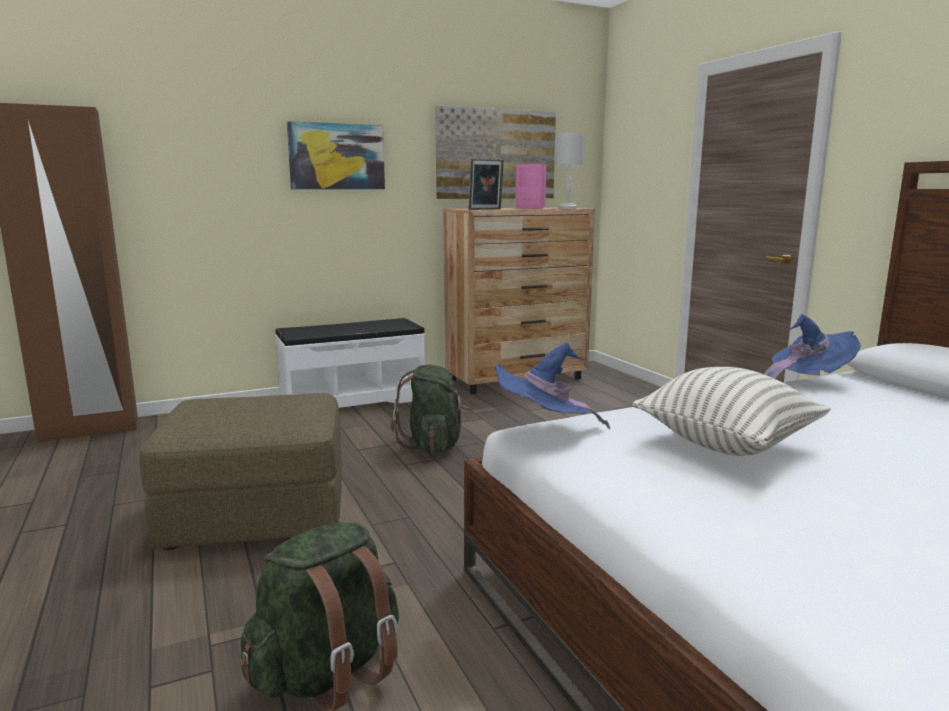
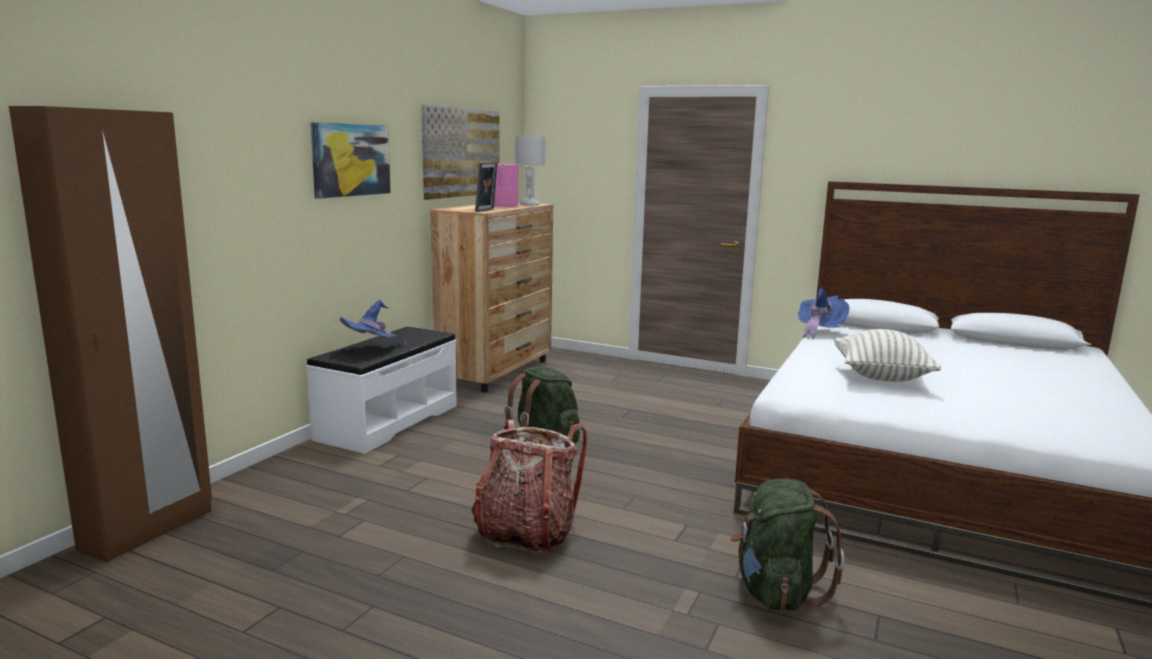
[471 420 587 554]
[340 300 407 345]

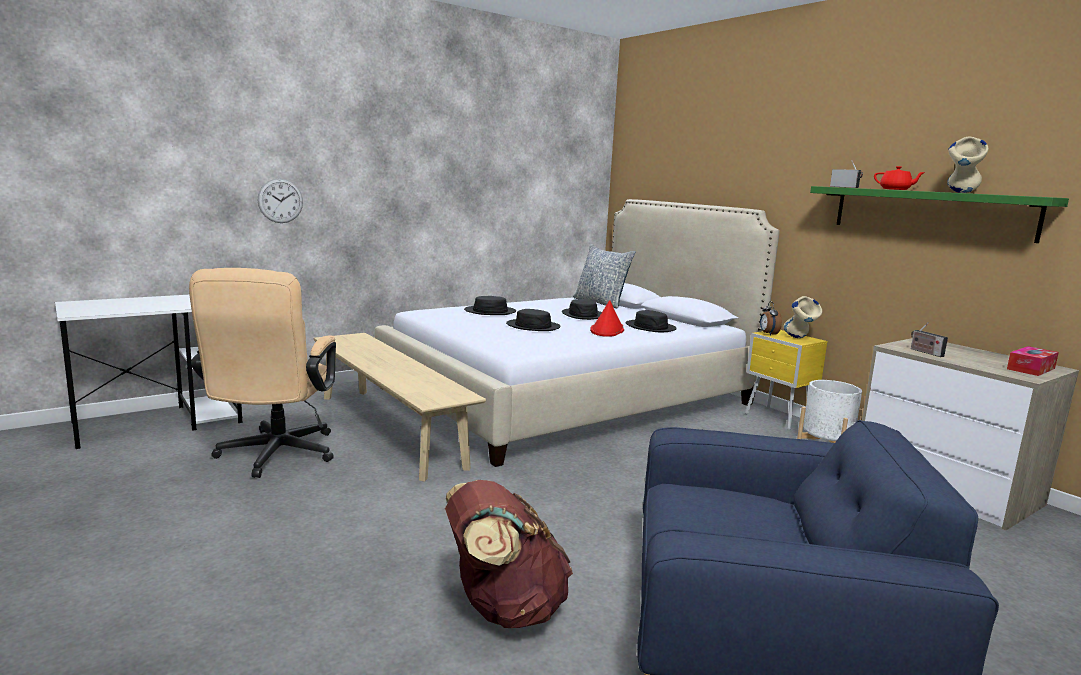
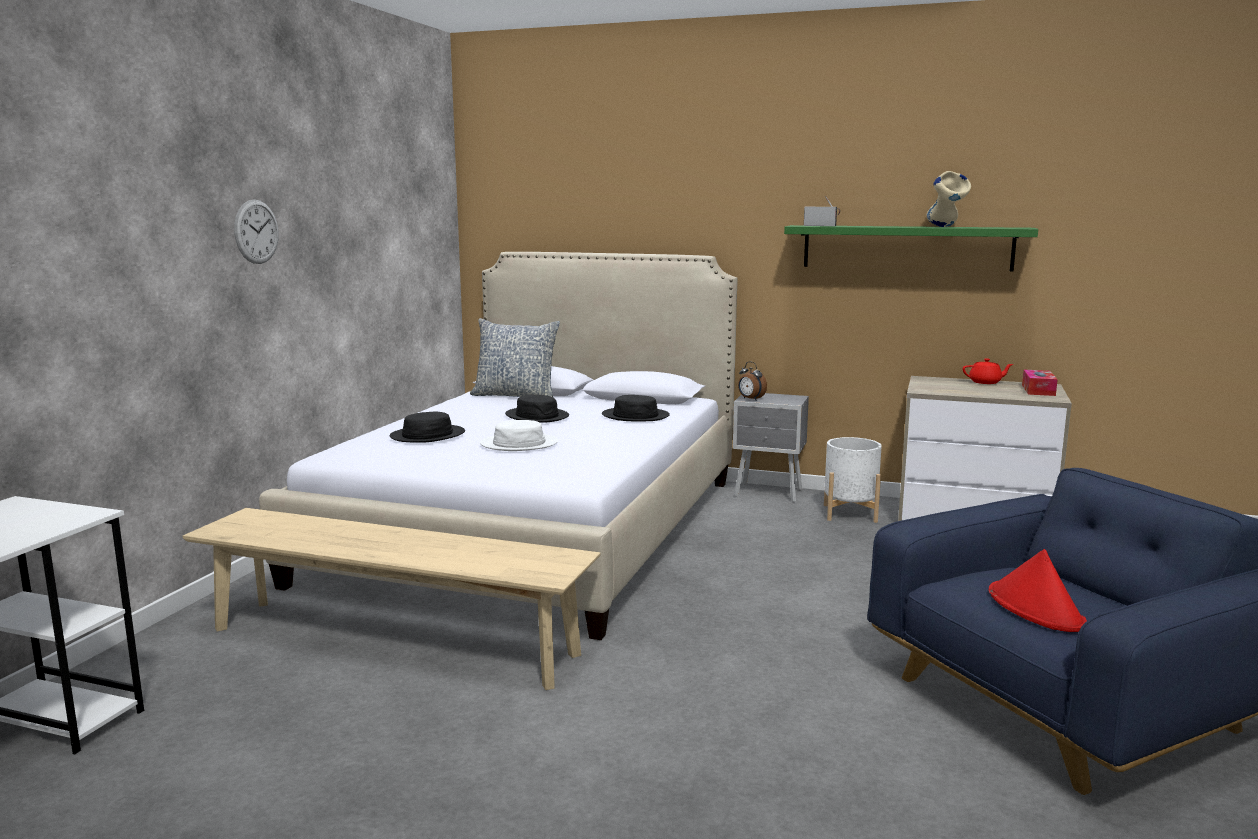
[189 268 336 478] (first image)
[234 200 279 264]
[445 480 573 628] (first image)
[480 420 558 451]
[989 549 1087 632]
[733 393 809 503]
[783 296 822 338] (first image)
[962 358 1013 384]
[911 322 948 357] (first image)

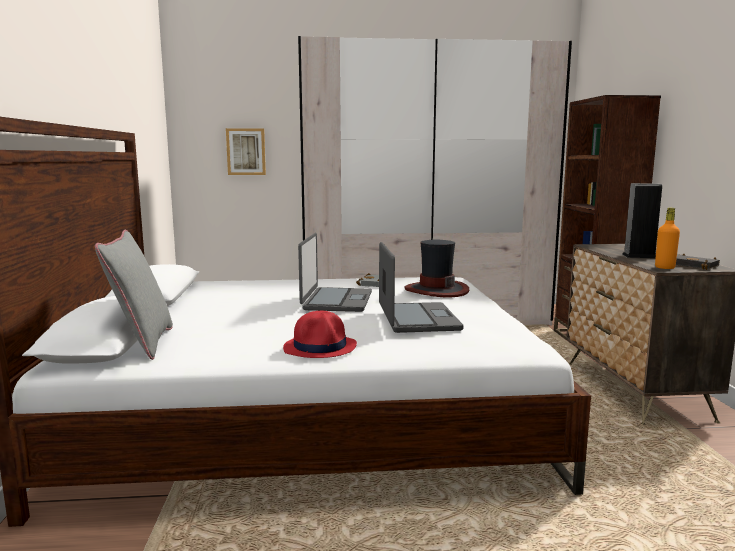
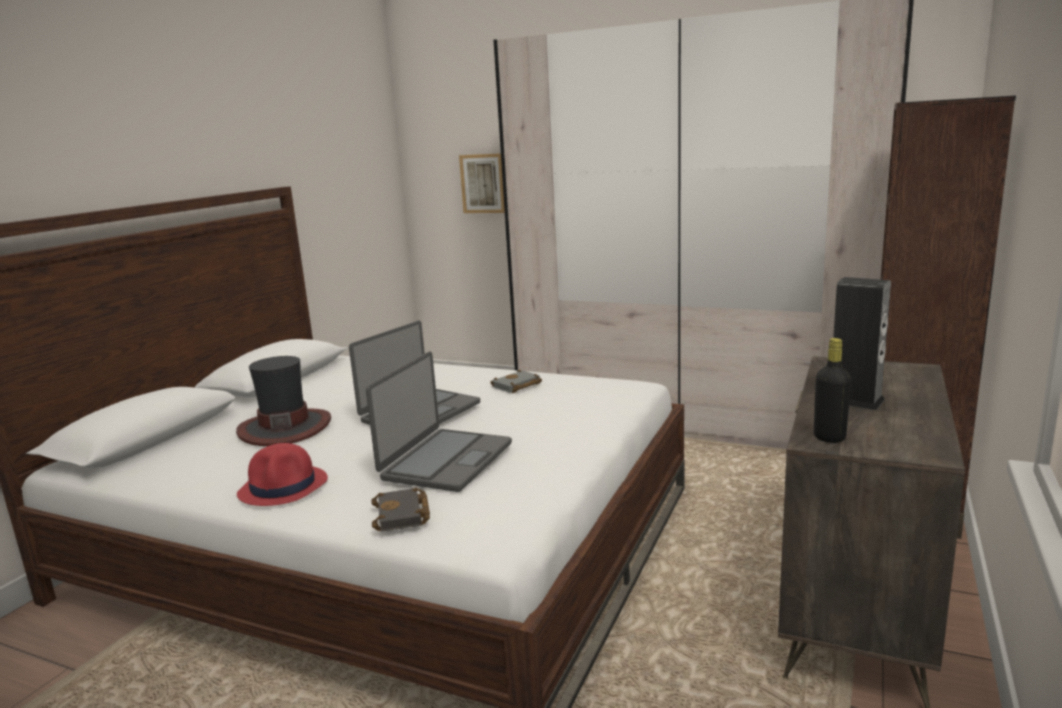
[95 230 173 360] (first image)
[236 356 331 446]
[814 338 851 443]
[371 488 430 532]

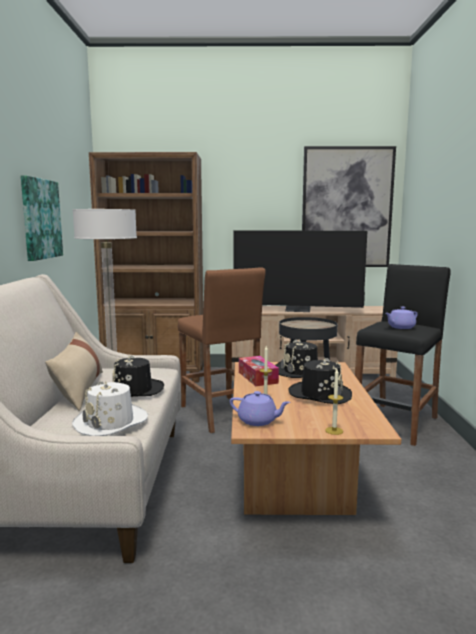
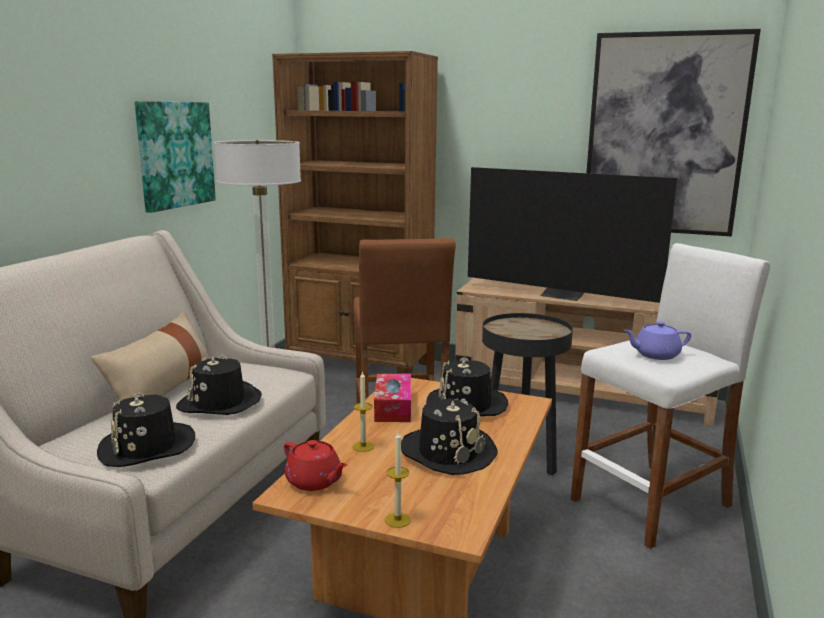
[97 393 195 467]
[284 440 347 491]
[571 243 770 549]

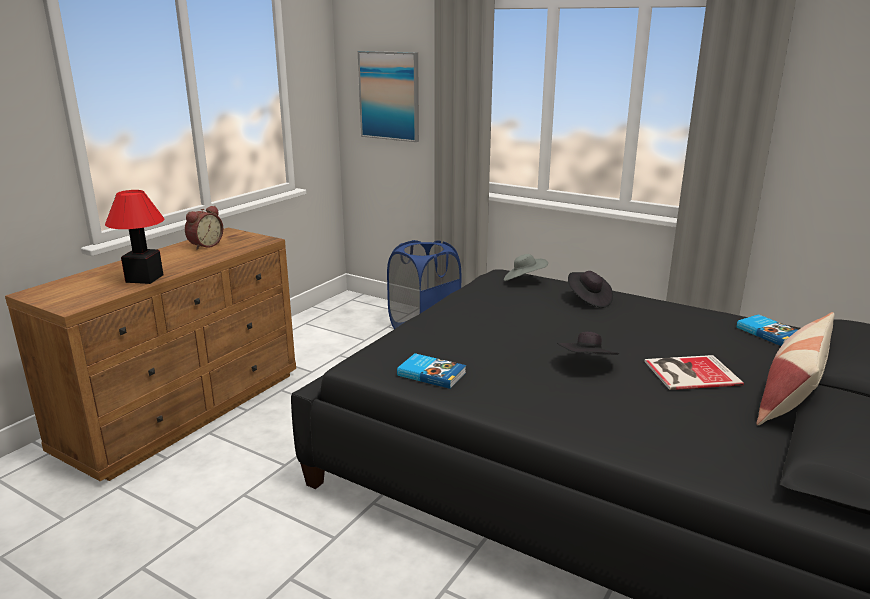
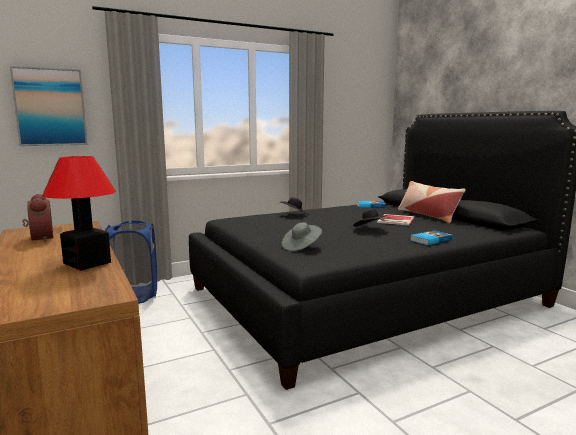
[410 230 453 245]
[282 222 322 251]

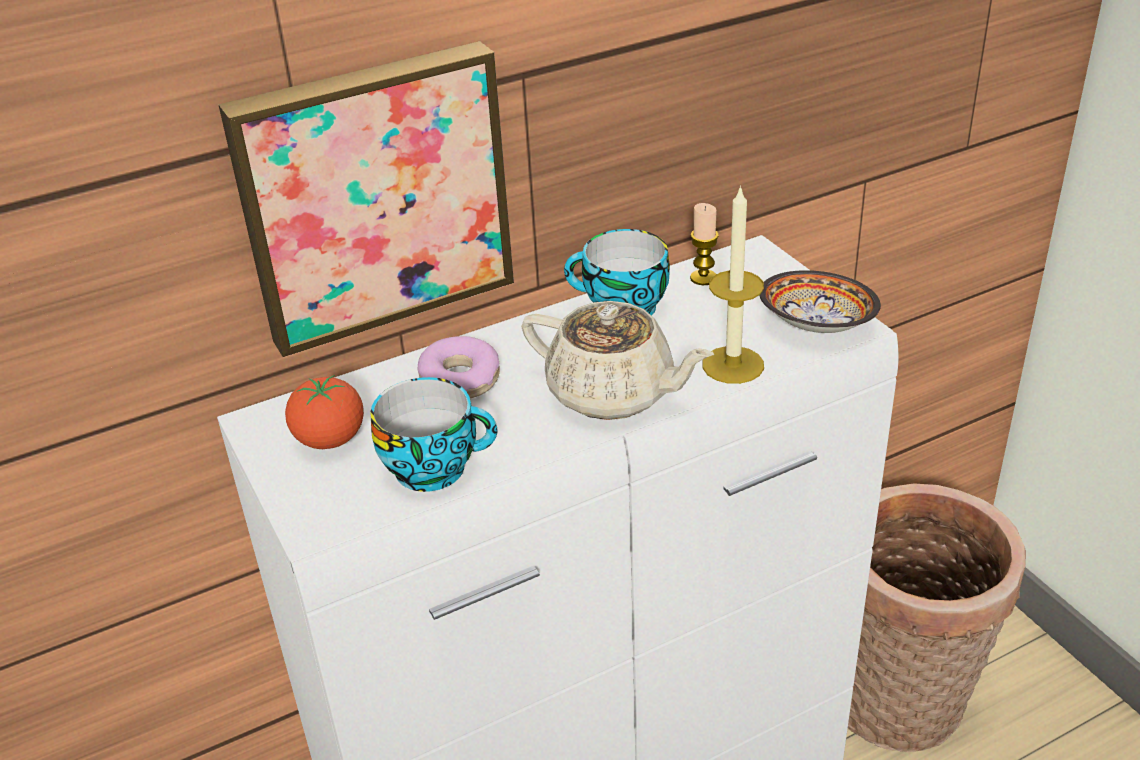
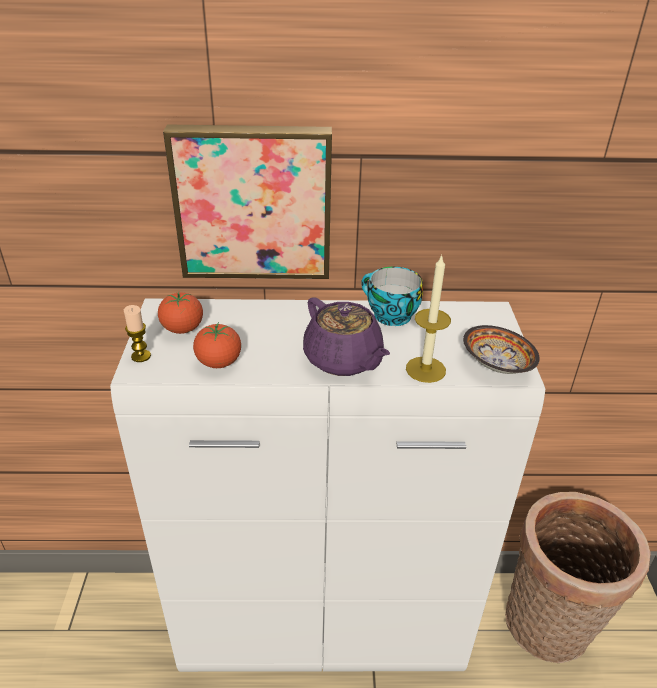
[193 322 241 368]
[418 336 500 398] (first image)
[303 298 390 376]
[124 305 151 362]

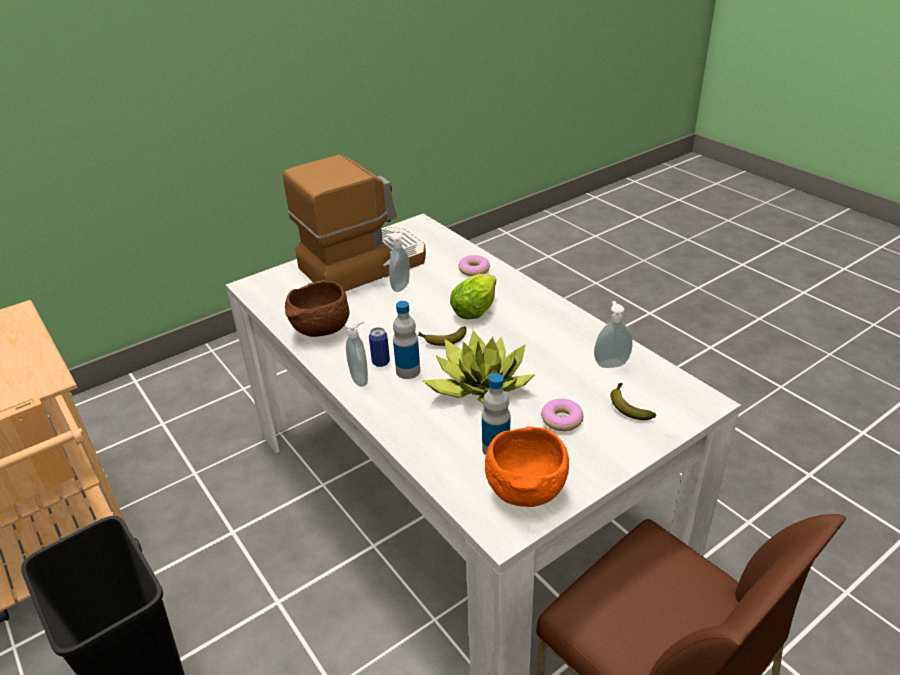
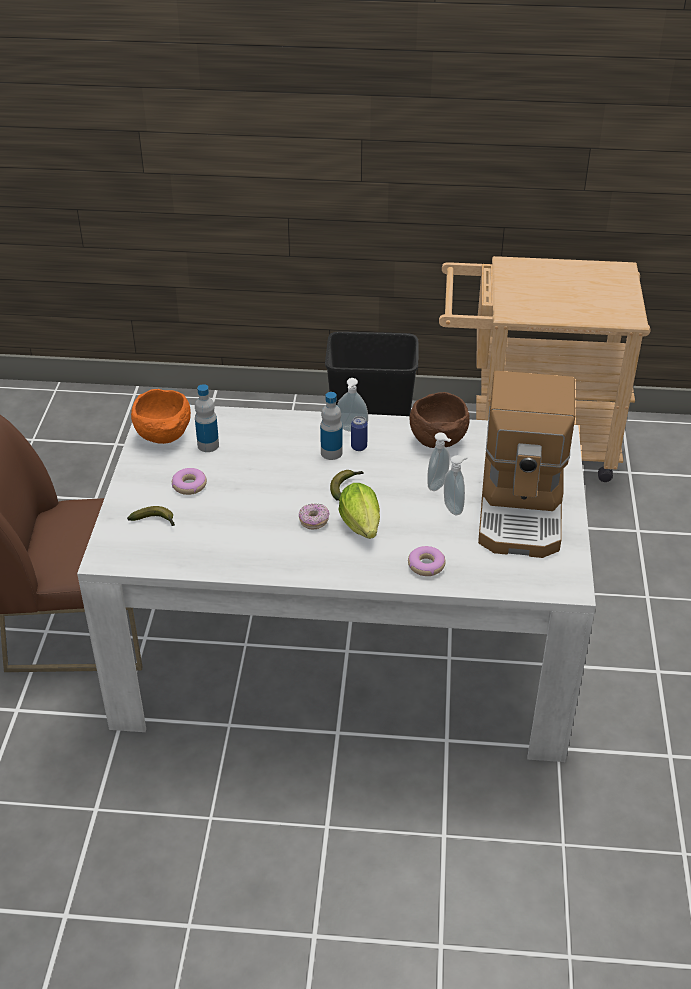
[423 331 535 404] (first image)
[427 432 451 491]
[299 504 330 529]

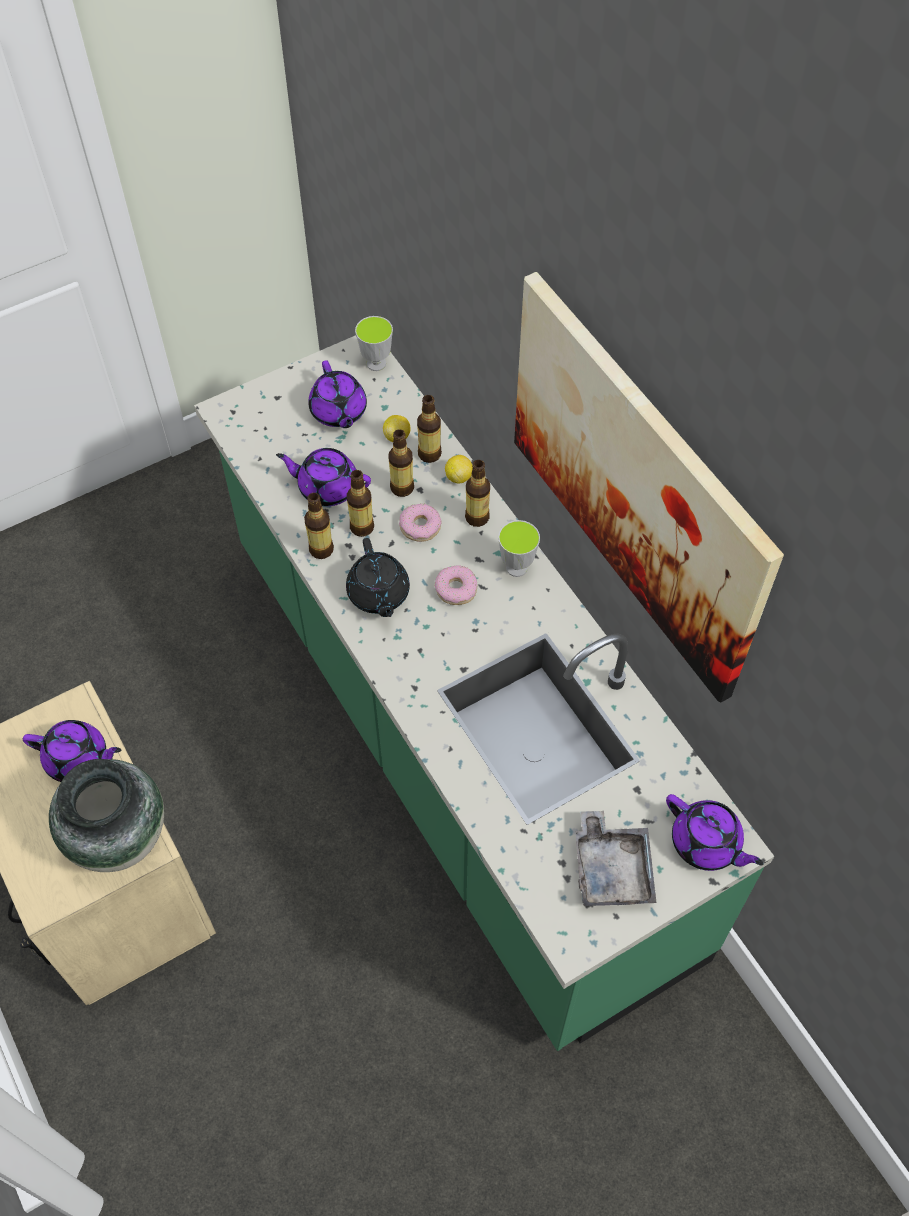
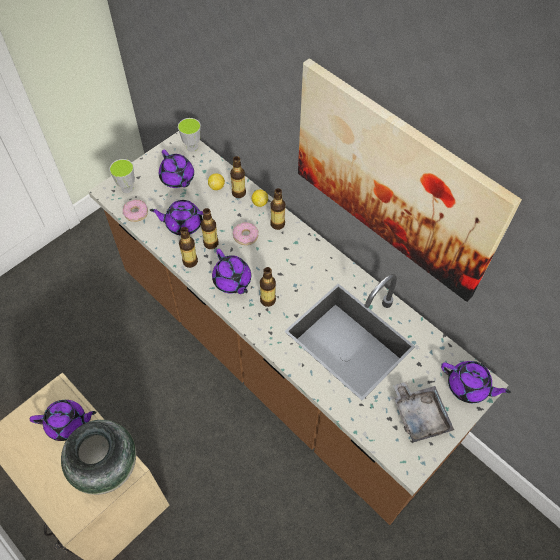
[88 131 509 525]
[212 249 251 294]
[260 267 276 307]
[123 200 148 222]
[109 159 135 193]

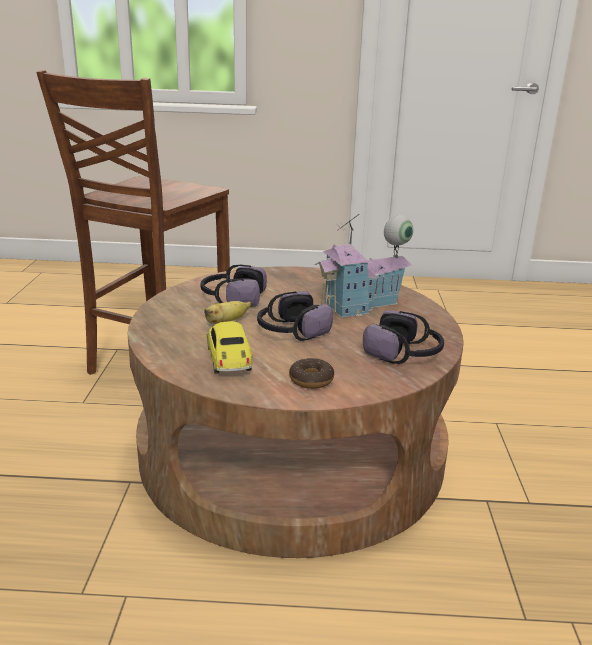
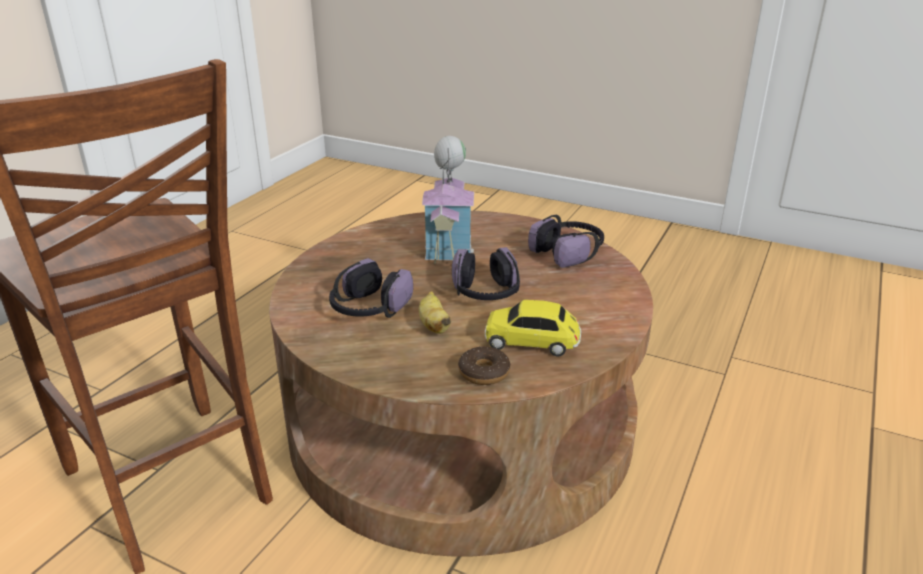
[458 346 510 385]

